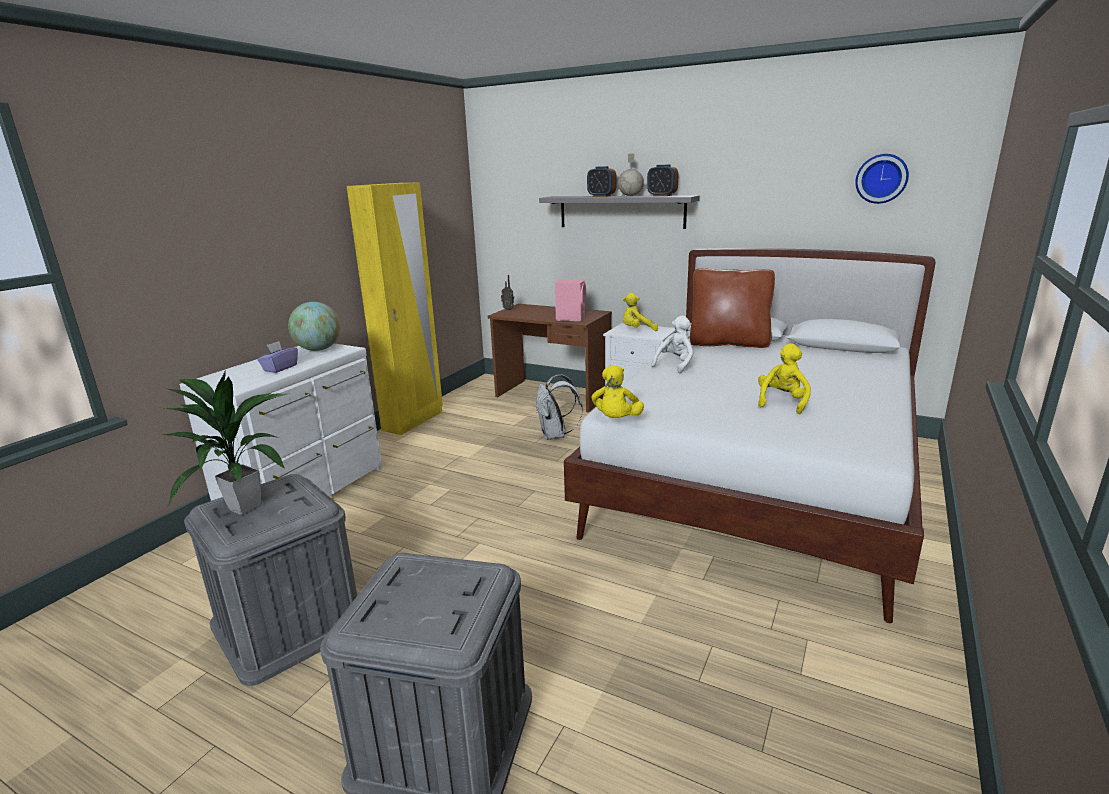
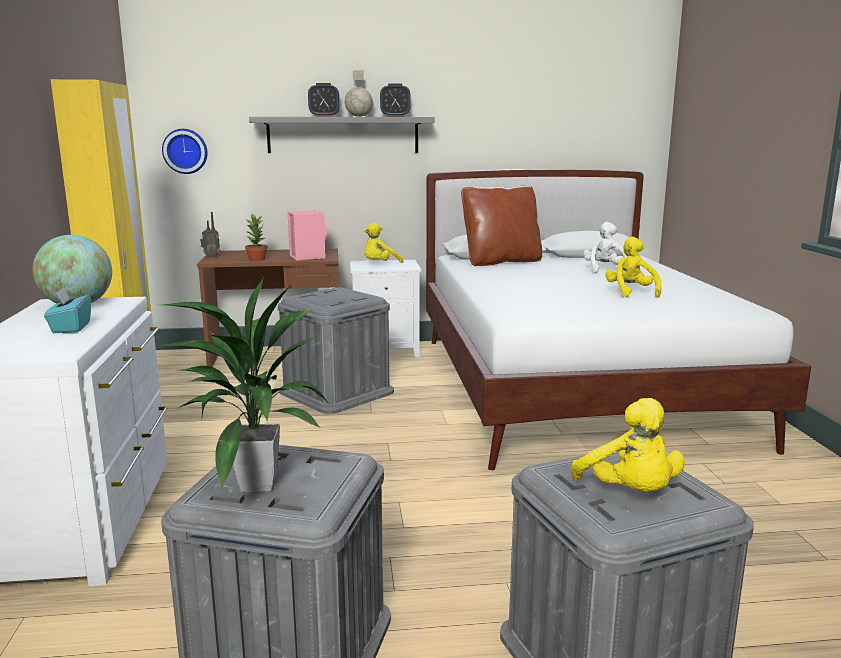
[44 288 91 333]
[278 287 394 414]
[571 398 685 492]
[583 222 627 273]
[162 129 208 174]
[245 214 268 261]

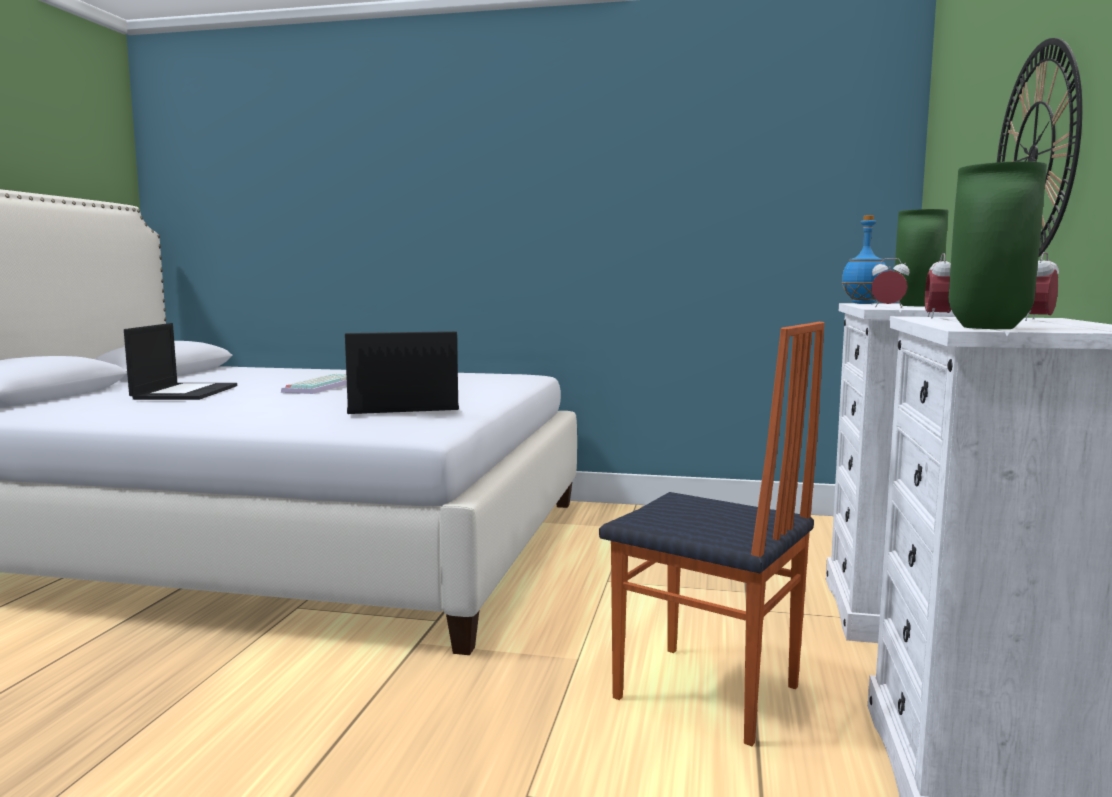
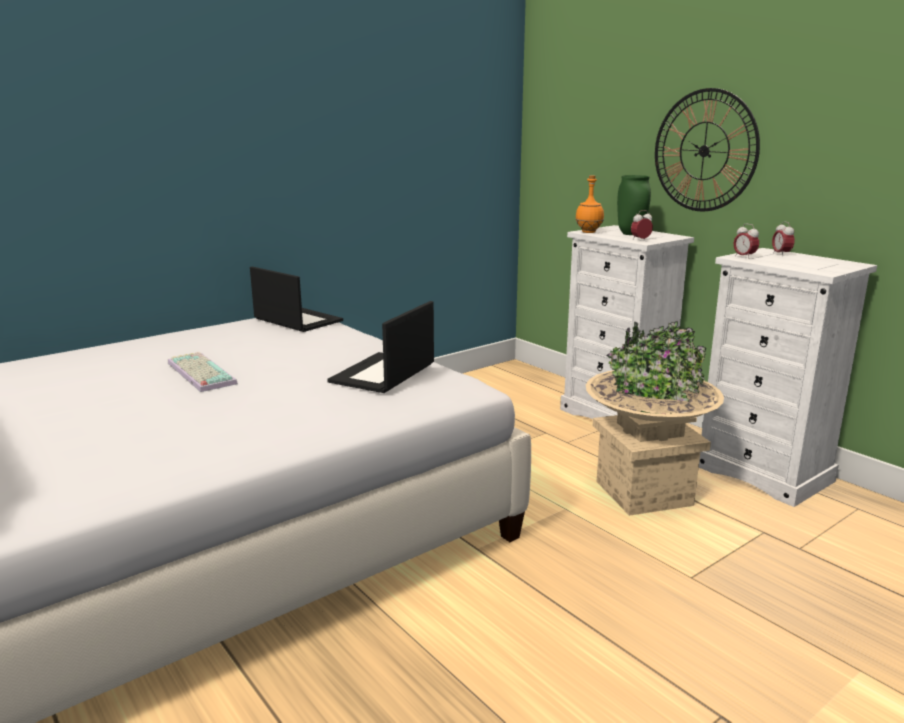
[250 267 343 332]
[586 321 724 516]
[575 175 604 233]
[949 161 1047 329] (first image)

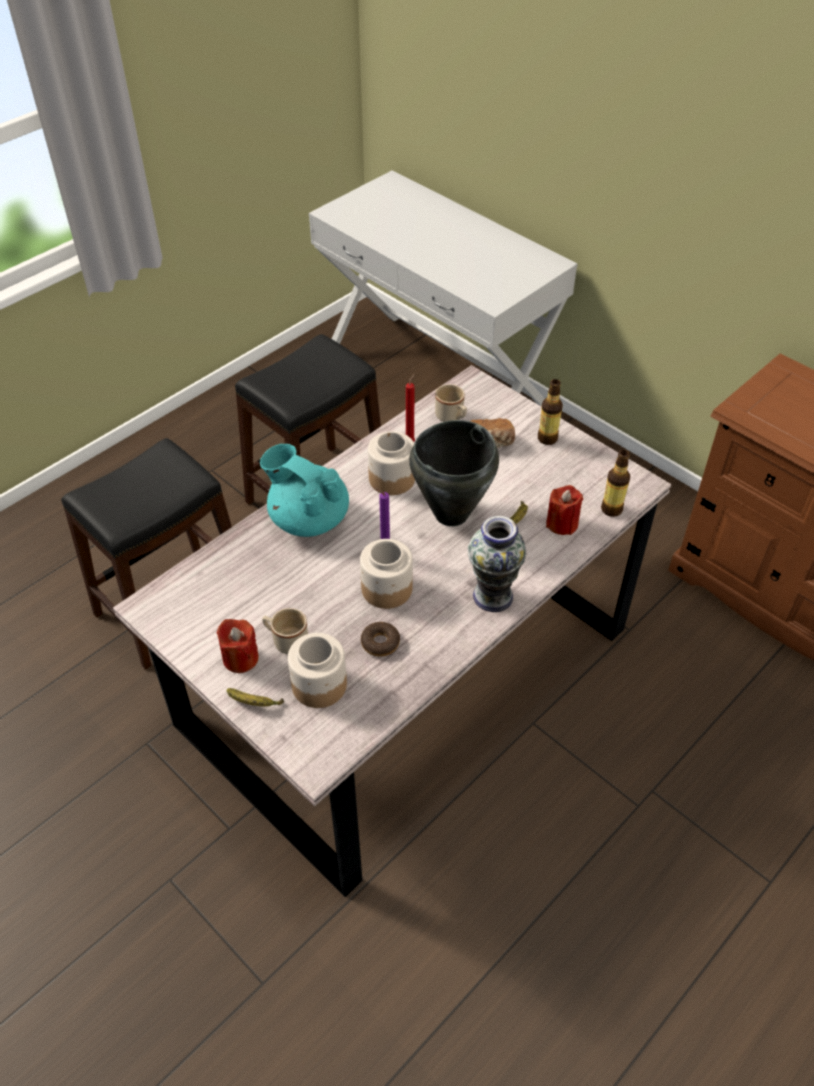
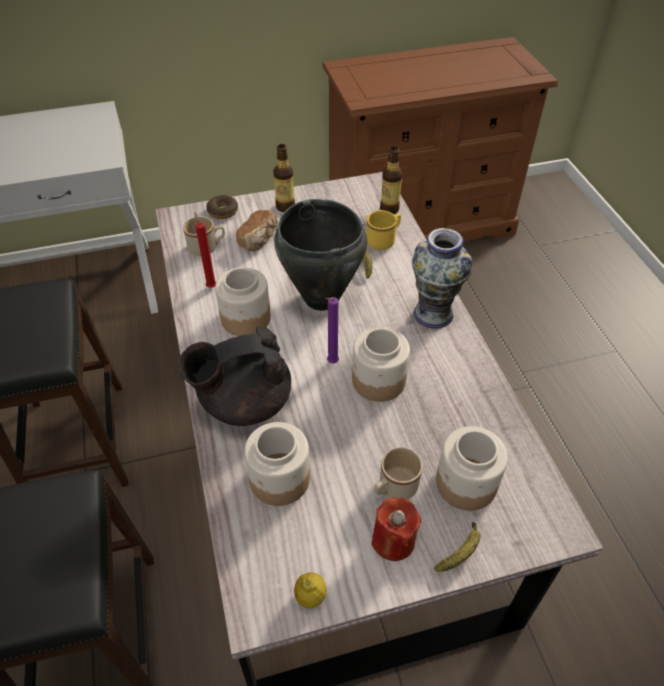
[178 326 291 426]
[206 195 238 219]
[366 210 401 250]
[244 422 310 506]
[294 573 327 609]

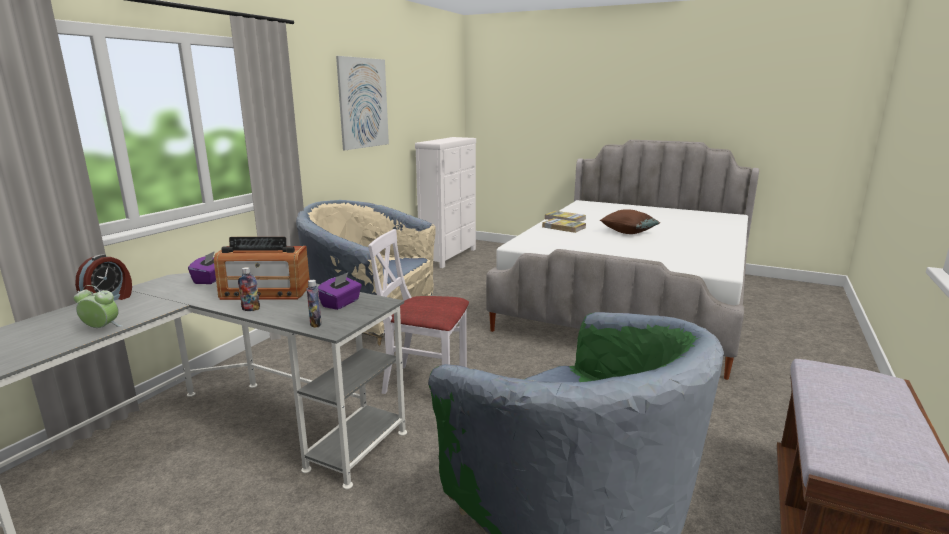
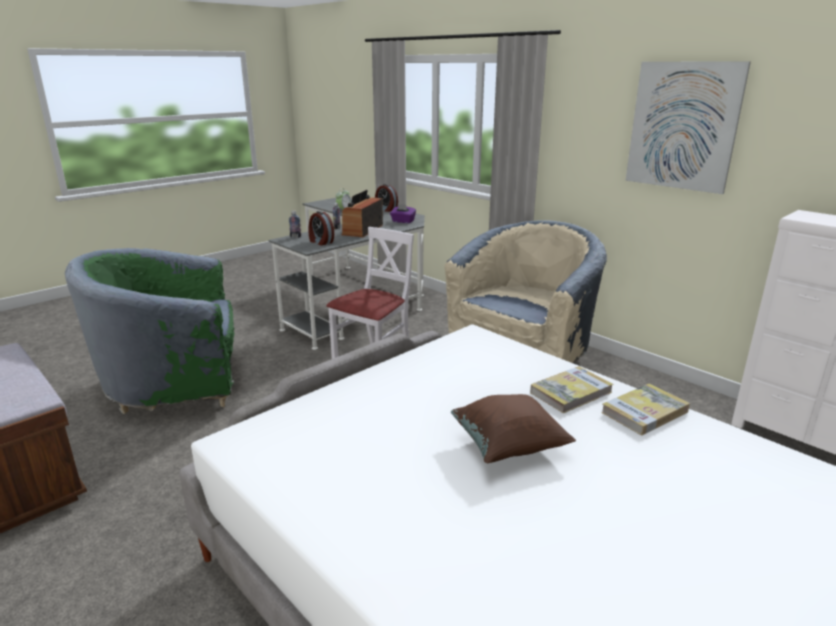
[308 211 334 245]

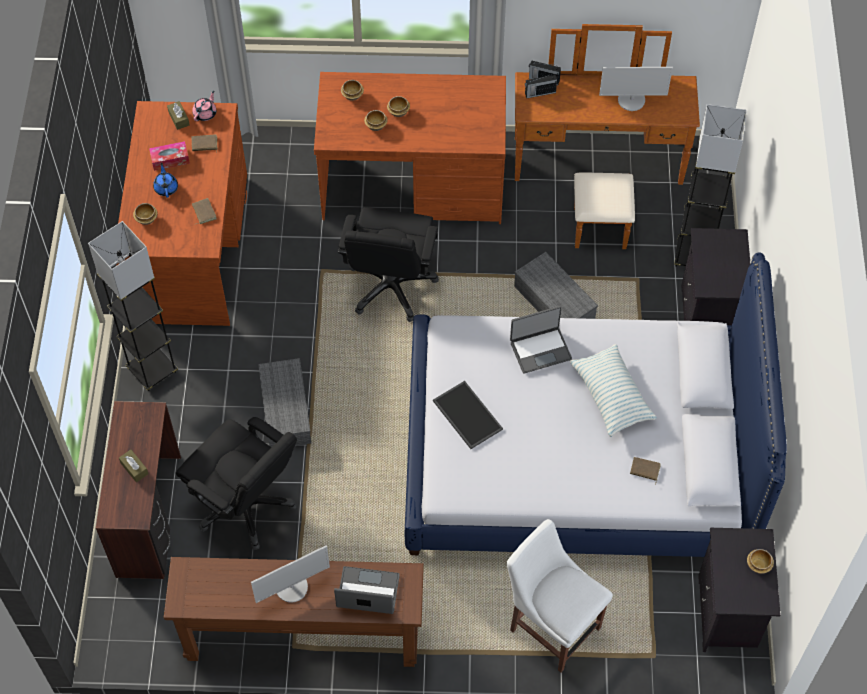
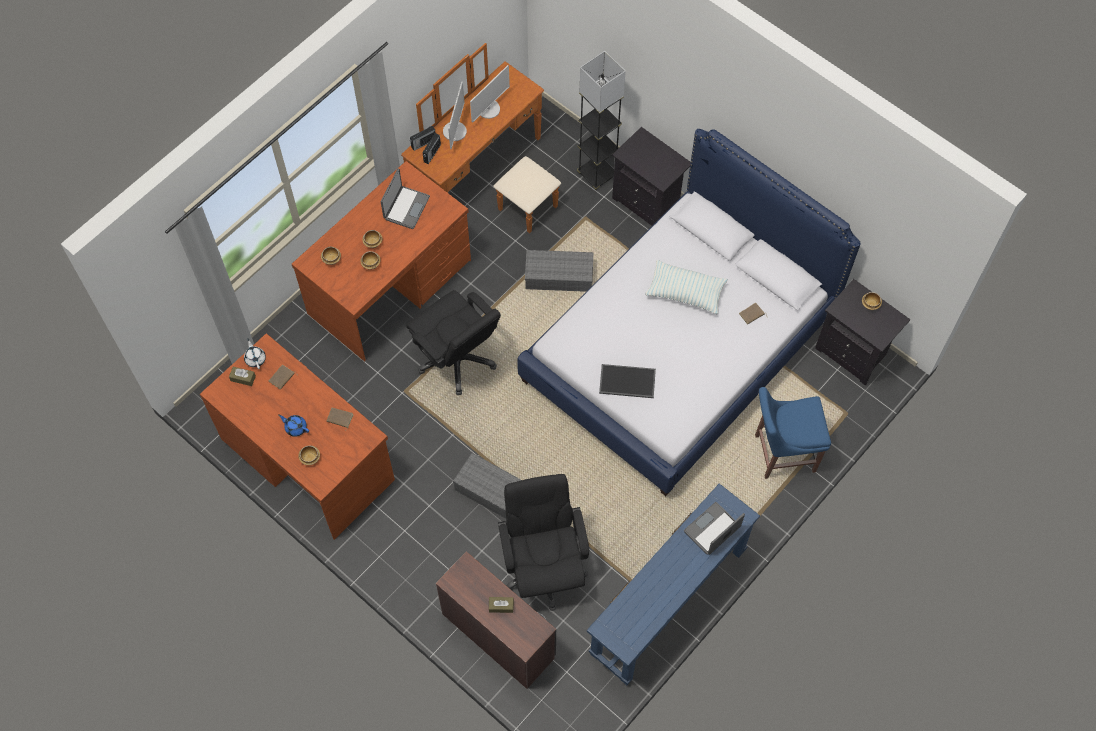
[88 221 178 391] (first image)
[149 141 190 171] (first image)
[587 483 760 685]
[498 474 589 611]
[244 338 266 369]
[443 82 467 149]
[755 387 831 479]
[381 169 430 229]

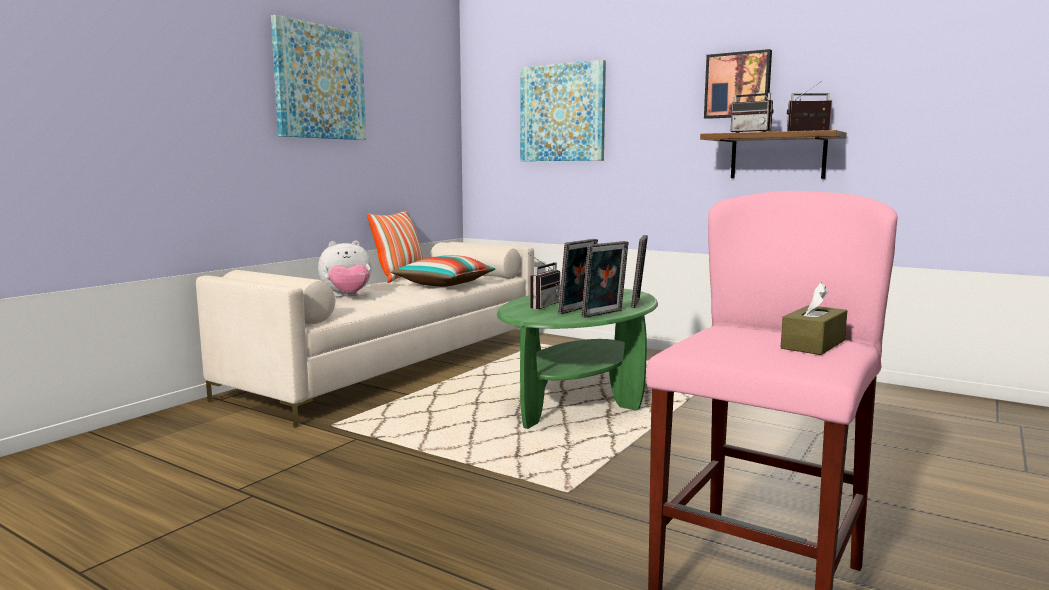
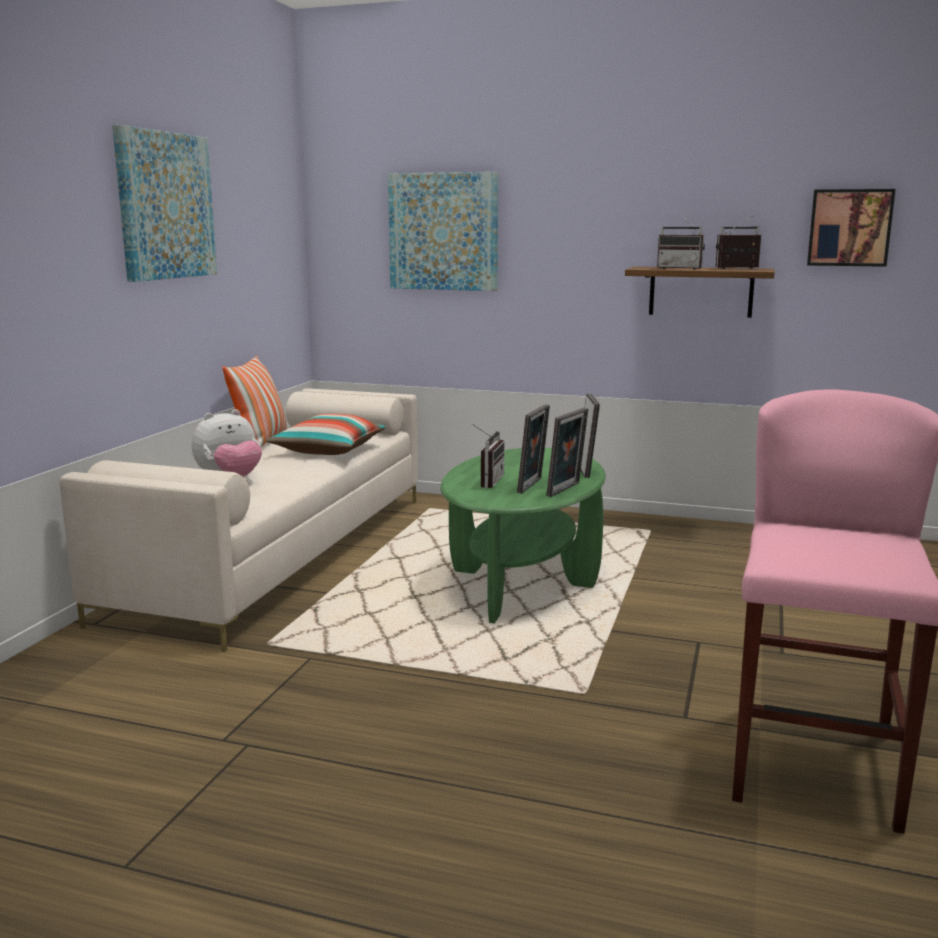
[807 189 896 267]
[781 282 847 355] (first image)

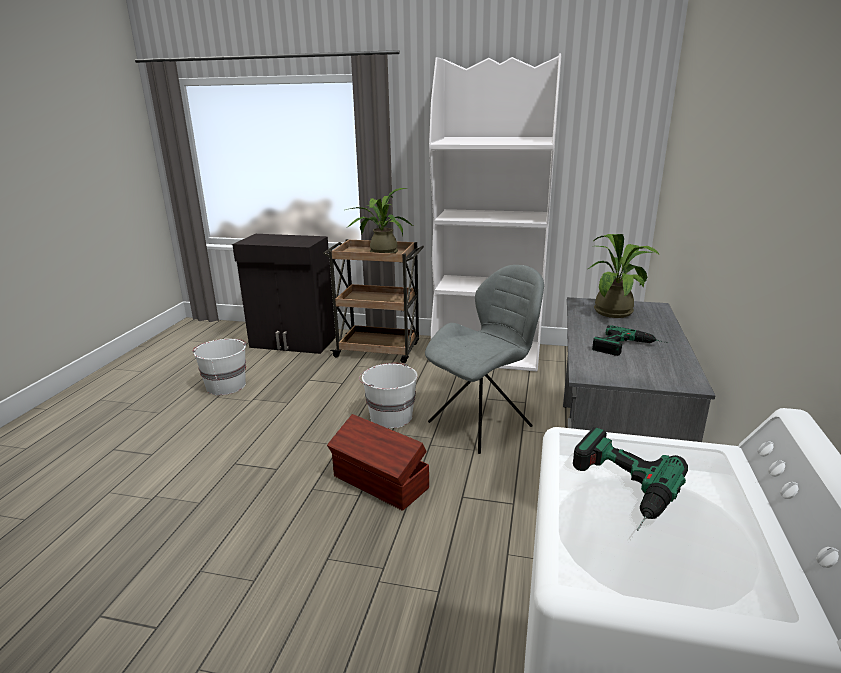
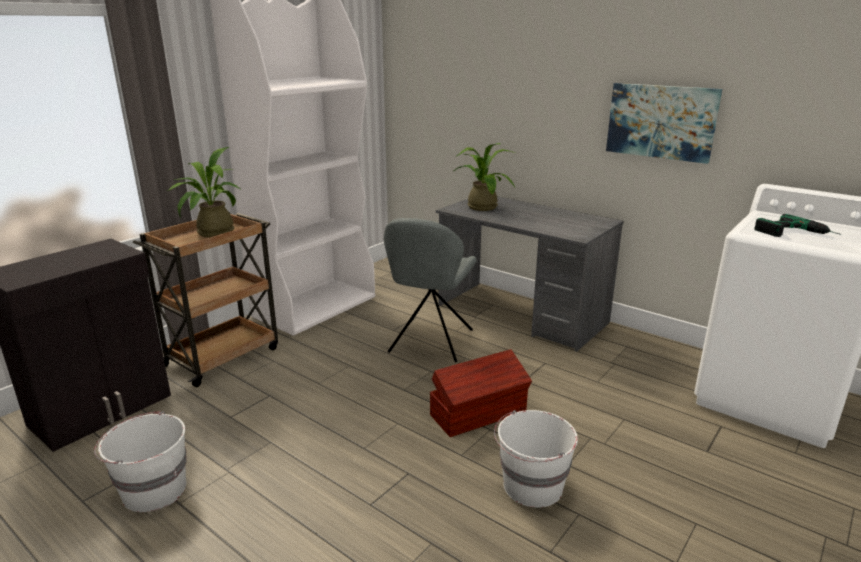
[494 410 578 507]
[384 218 477 363]
[592 325 668 356] (first image)
[606 83 722 164]

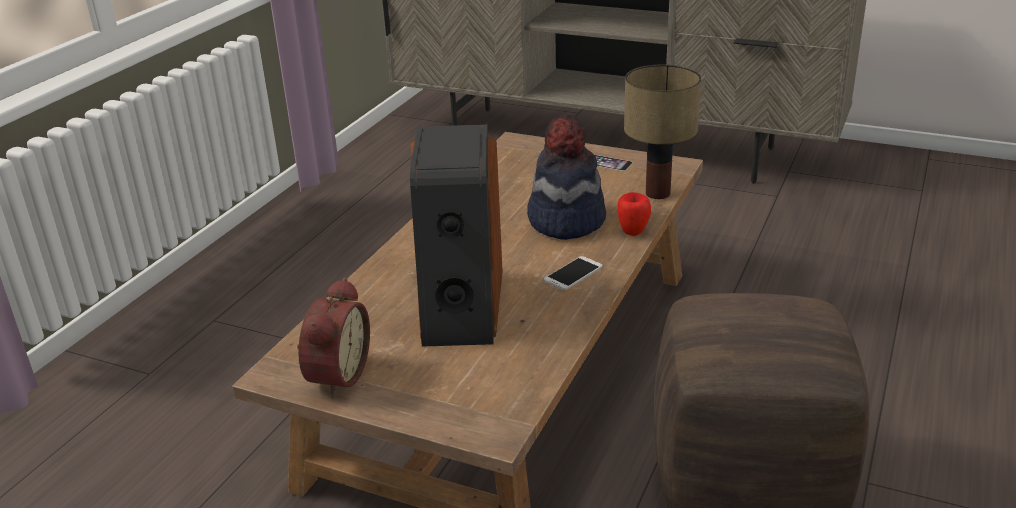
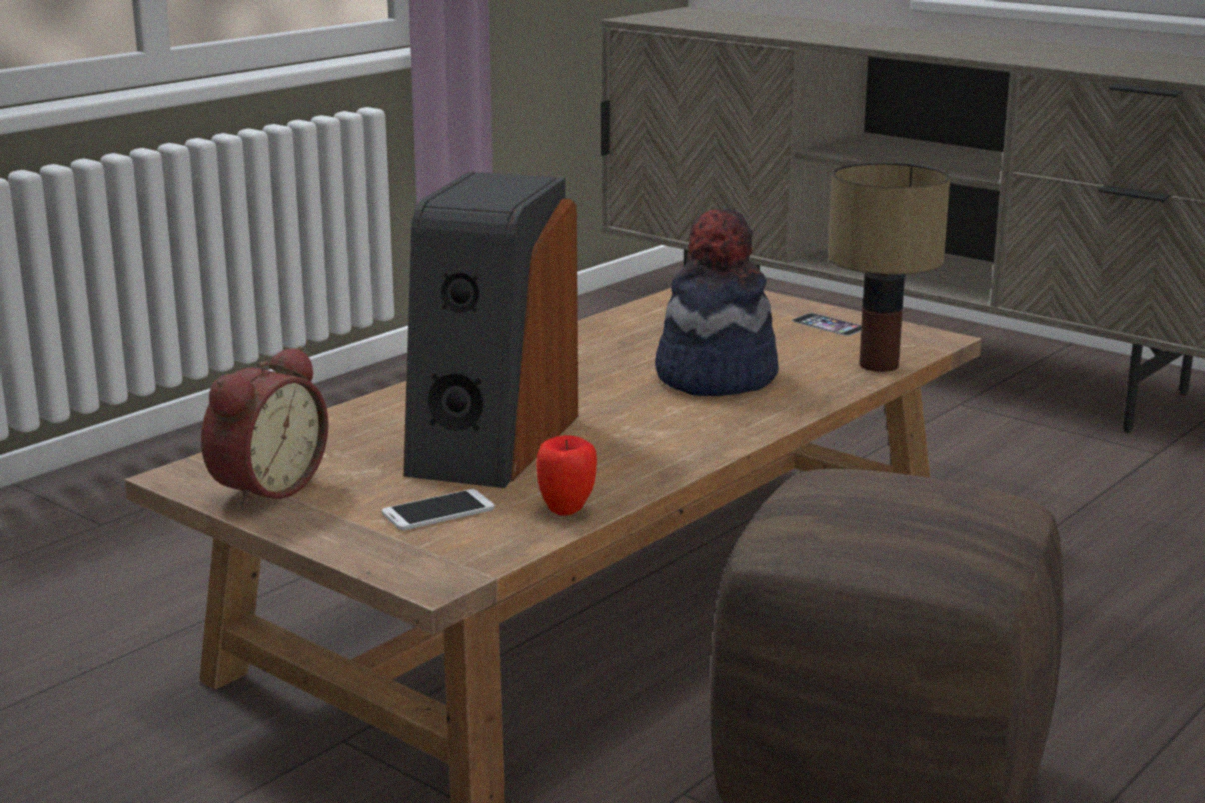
[382 489 495 530]
[536 435 597 516]

